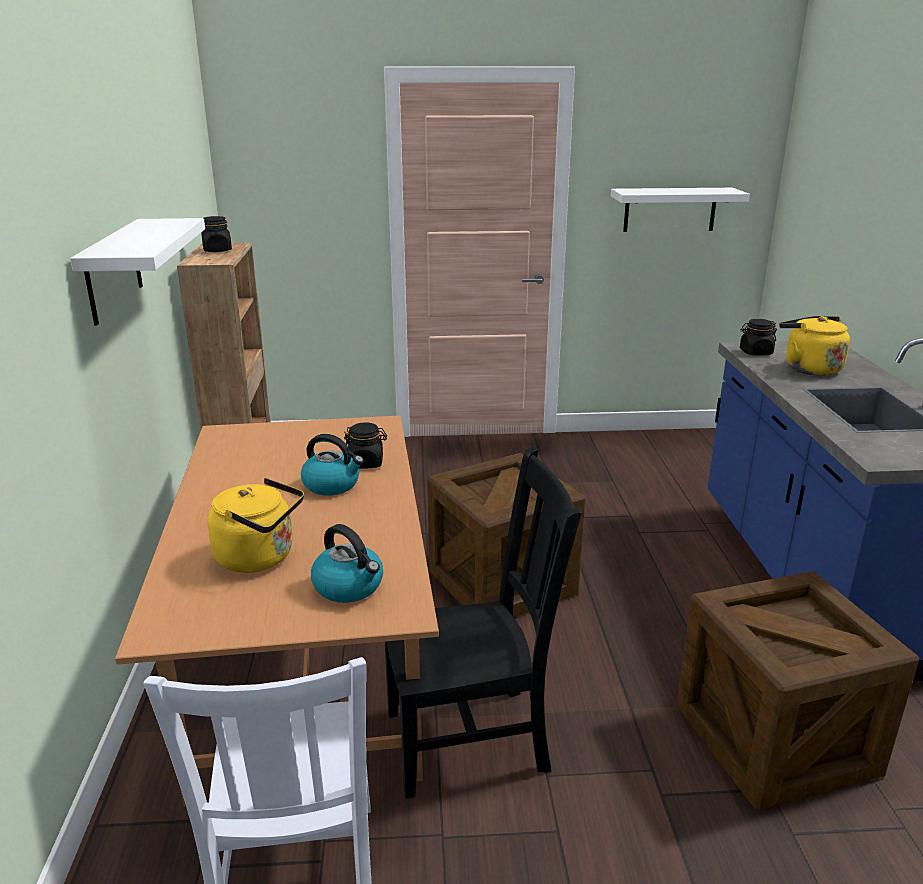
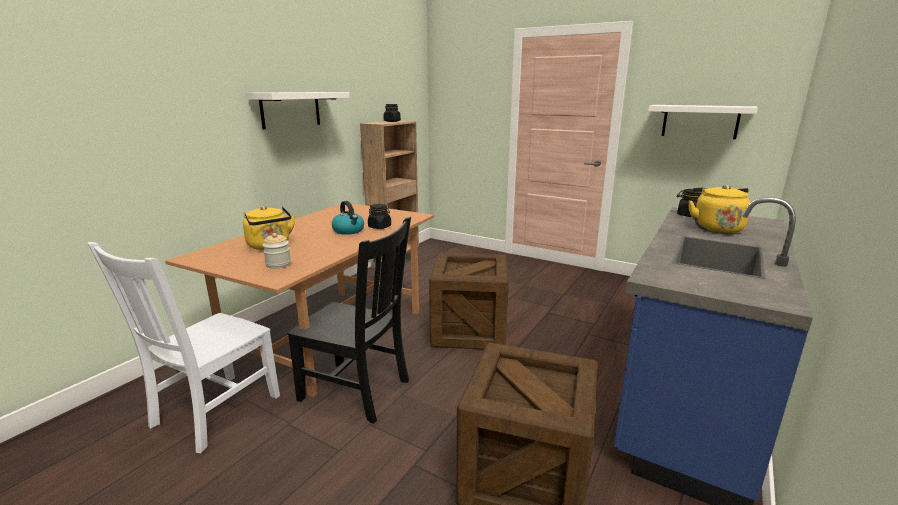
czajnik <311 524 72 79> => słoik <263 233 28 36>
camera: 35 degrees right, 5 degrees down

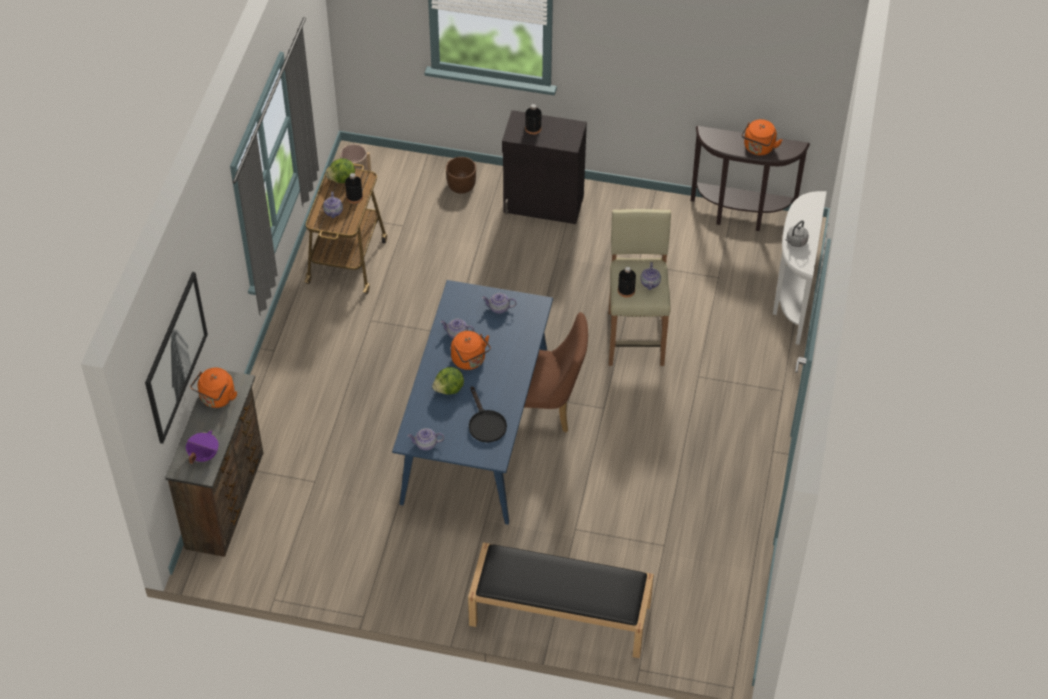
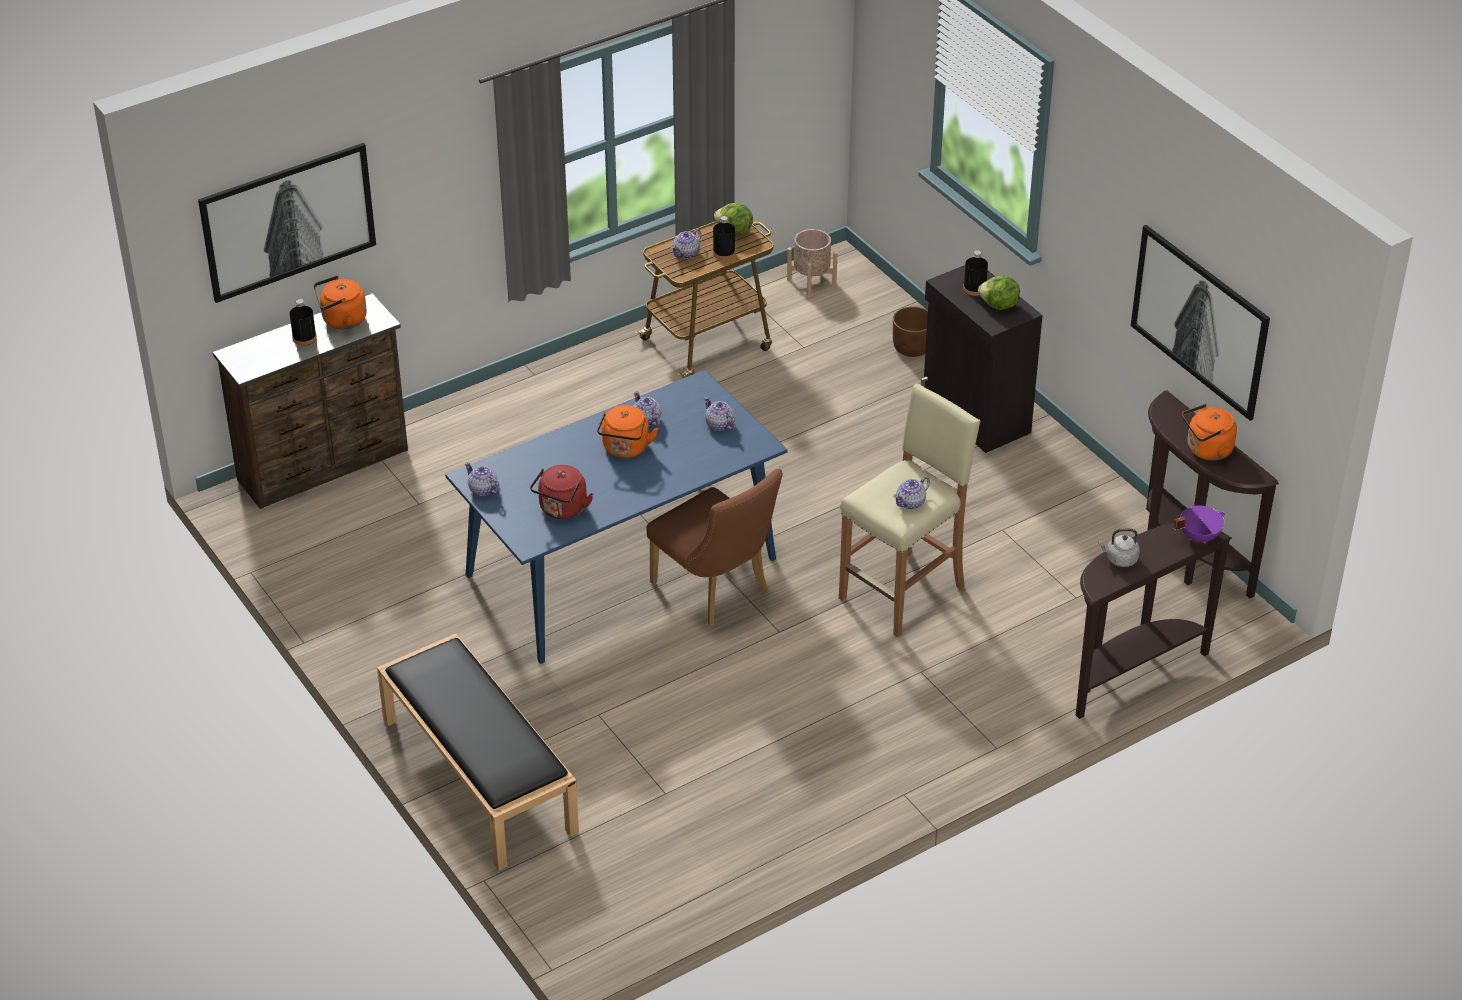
nothing => obraz <1131 225 139 196>
garnek [fioletowy] <186 430 33 34> => garnek [fioletowy] <1173 505 53 38>, moved
sałata <432 367 32 28> => sałata <978 275 42 35>, moved
butelka [czarny] <618 267 18 31> => butelka [czarny] <290 299 27 47>, moved
patelnia [czarny] <469 386 38 56> => czajnik [czerwony] <530 465 63 54>
stolik konsolowy [biały] <773 191 54 154> => stolik konsolowy [brązowy] <1076 523 156 196>
camera: 45 degrees right, 10 degrees down

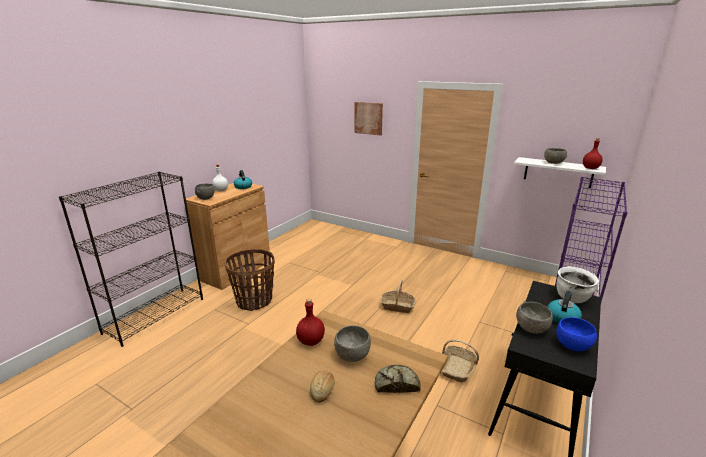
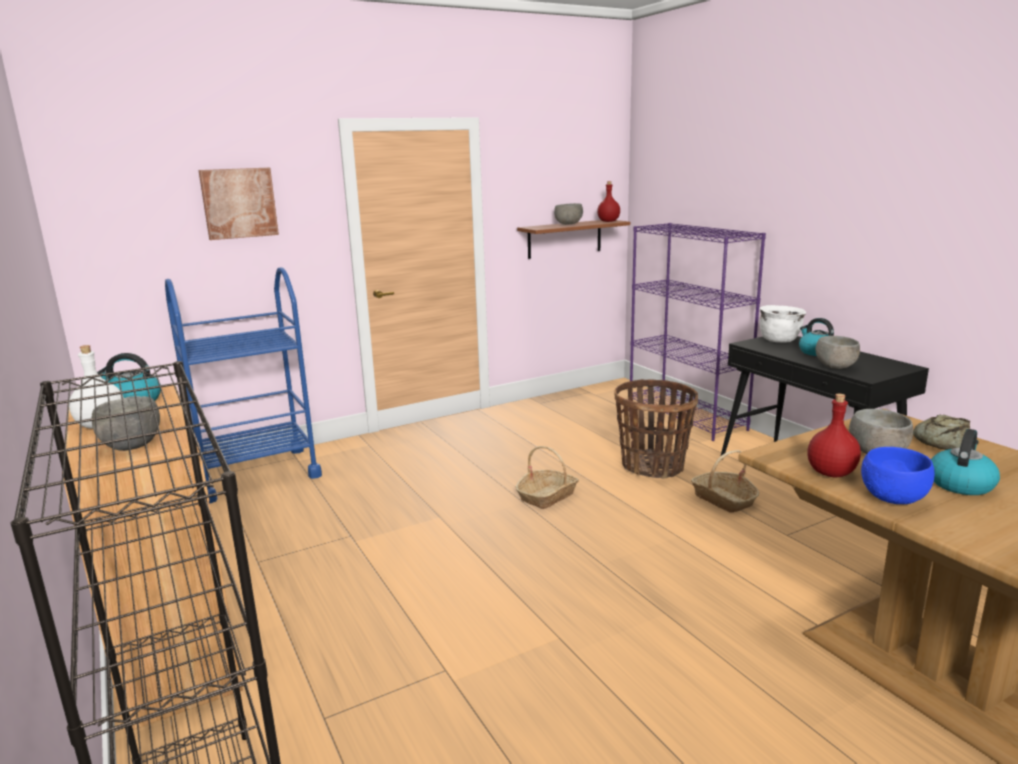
nothing => wózek [niebieski] <165 267 157 237>
koszyk <225 249 50 62> => koszyk <614 379 84 100>, moved
miska [niebieski] <556 317 41 34> => miska [niebieski] <861 447 74 57>, moved
chleb <310 371 25 32> => czajnik <931 429 69 66>
półka [biały] <514 157 92 31> => półka [brązowy] <517 220 113 39>
camera: 60 degrees left, 5 degrees down

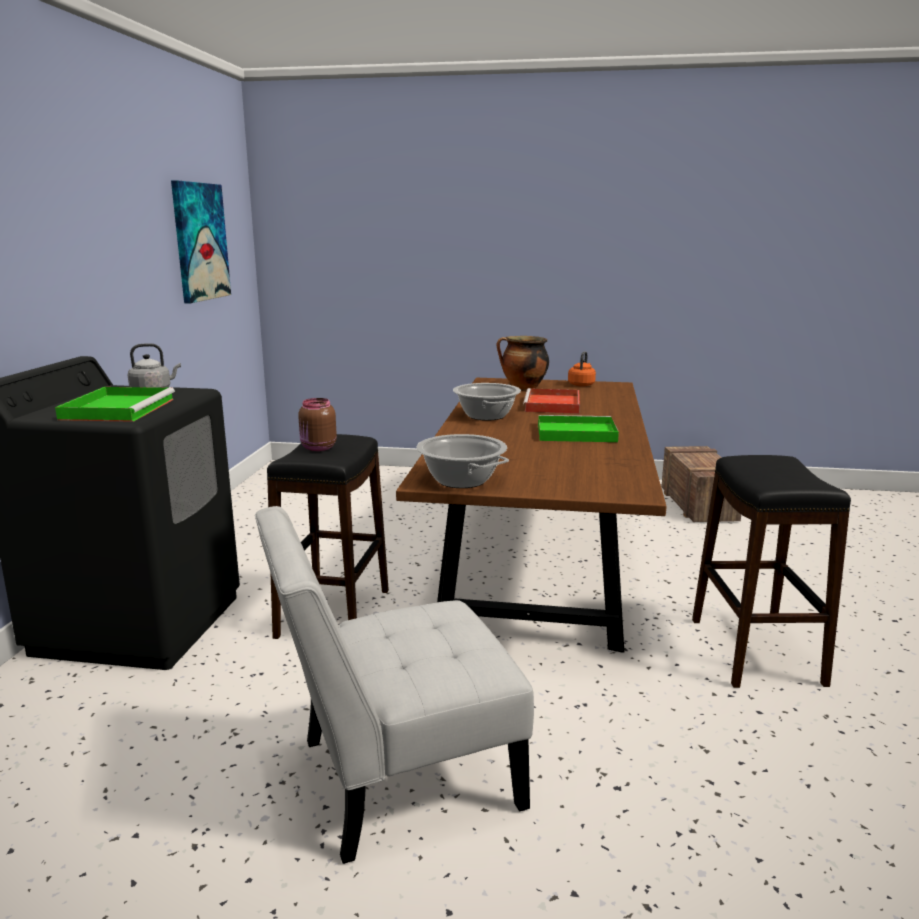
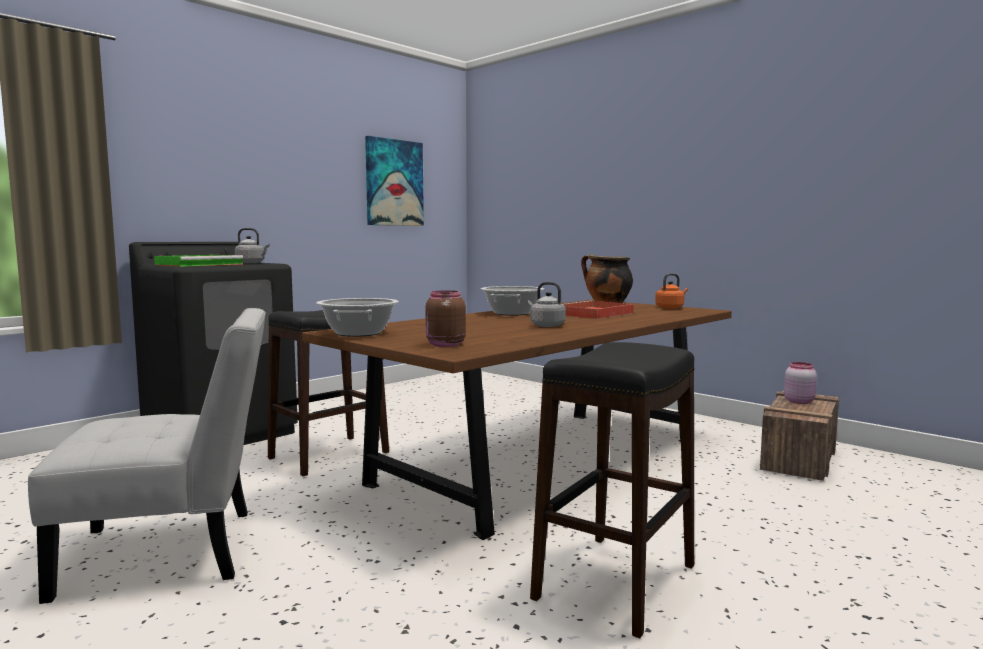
nothing => słoik [różowy] <784 362 33 42>
słoik [brązowy] <298 398 39 53> => słoik [brązowy] <425 291 41 56>, moved
taca [zielony] <538 415 81 27> => czajnik [szary] <526 282 40 45>
krzesło [biały] <255 506 279 358> => krzesło [biały] <28 308 238 296>, 150 degrees clockwise
camera: 35 degrees right, 10 degrees down

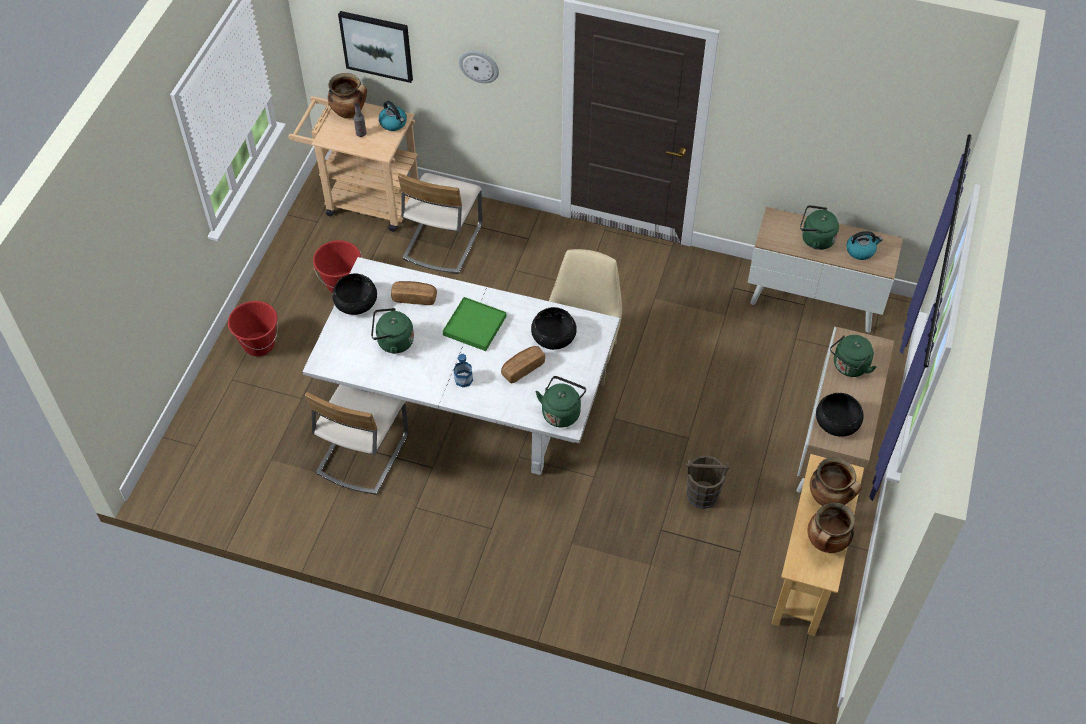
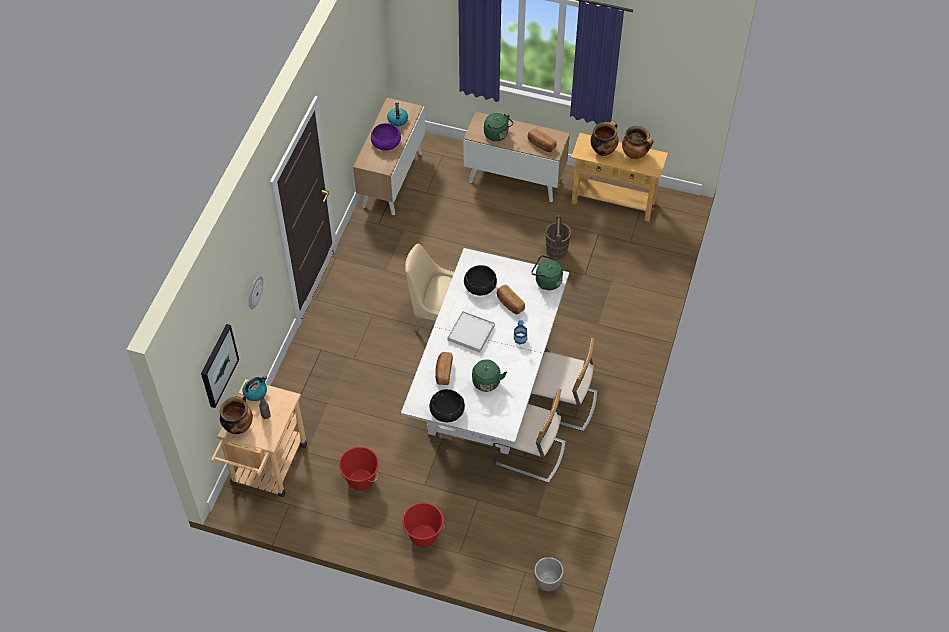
nothing => donica <534 557 30 34>
krzesło [beżowy] <398 173 84 101> => krzesło [beżowy] <529 337 68 95>, moved
czajnik [zielony] <800 205 39 45> => miska [fioletowy] <371 123 30 28>
miska [czarny] <816 393 48 44> => chleb <528 128 29 24>
taca [zielony] <443 297 63 54> => taca [biały] <447 311 48 42>
camera: 90 degrees left, 0 degrees up

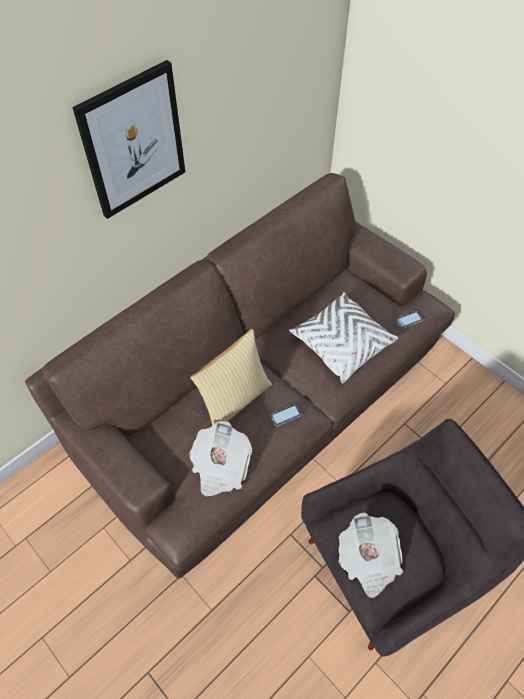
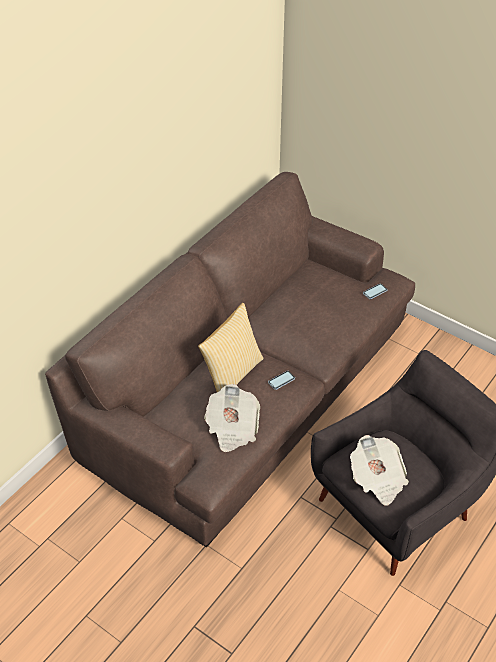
obraz <72 60 113 159> => nothing
poduszka [biały] <289 292 109 92> => nothing
camera: 10 degrees left, 10 degrees down

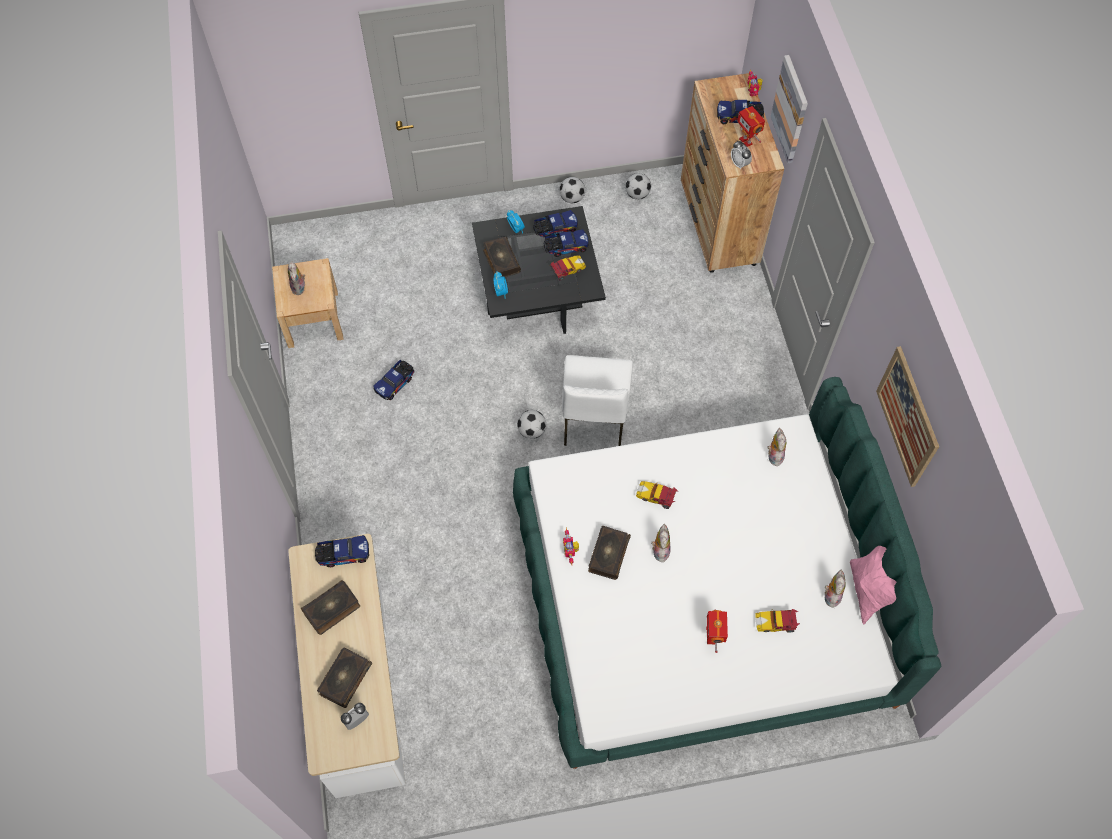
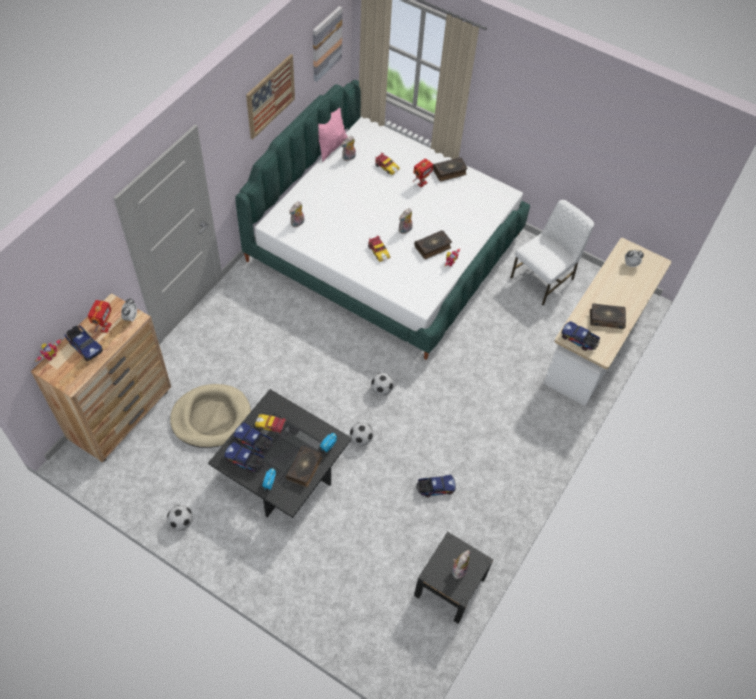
nothing => legowisko [beżowy] <170 384 81 64>
książka <317 648 55 60> => książka <433 157 35 25>, moved
krzesło [biały] <562 355 71 91> => krzesło [biały] <510 200 84 105>, moved
piłka futbolowa <625 173 26 27> => piłka futbolowa <350 422 23 24>, moved
obraz <770 55 38 109> => obraz <313 6 29 76>, moved
szafka nocna [beżowy] <272 258 72 90> => szafka nocna [czarny] <414 532 79 92>
camera: 140 degrees left, 5 degrees down

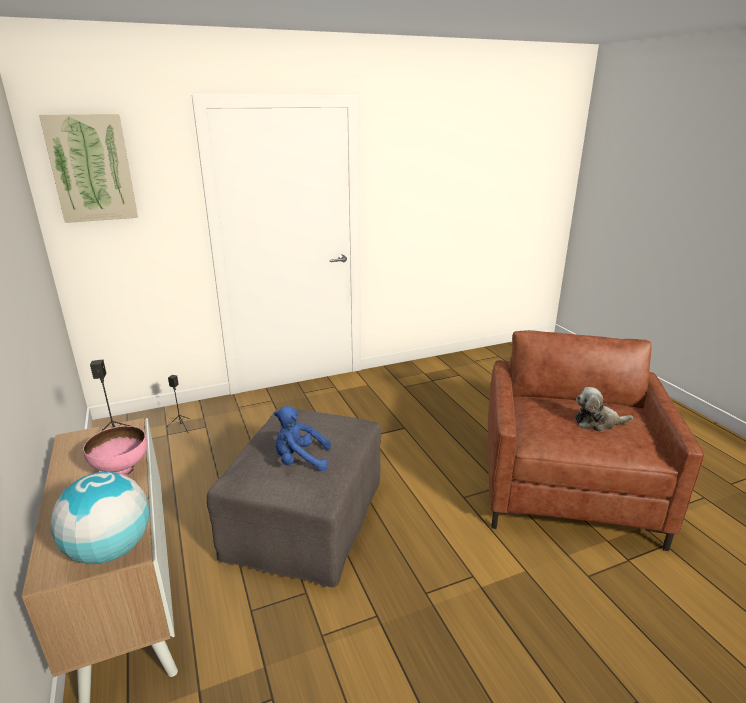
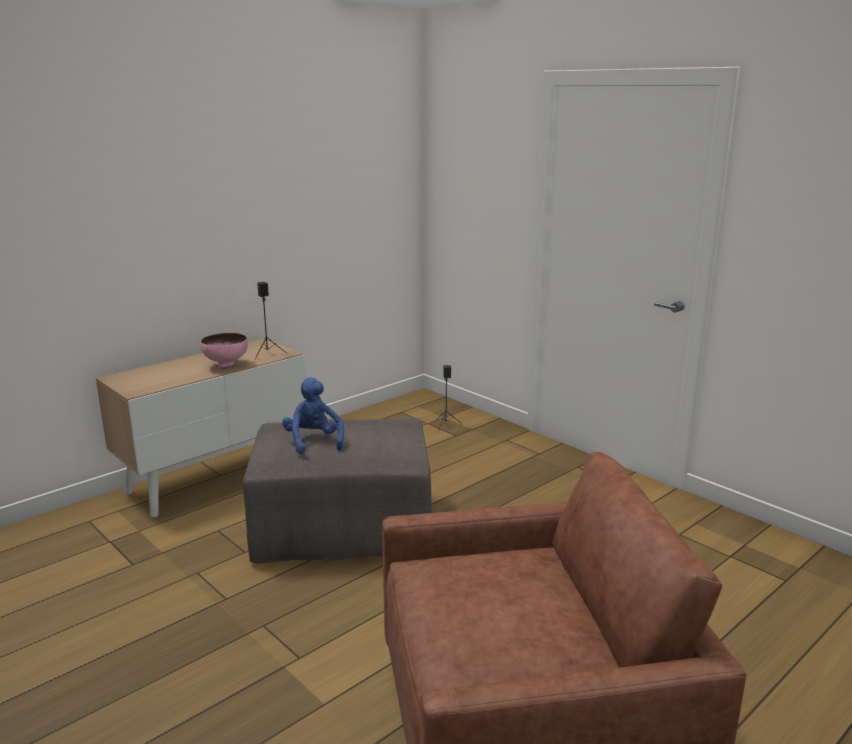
obraz <39 114 99 109> => nothing
globus <50 472 99 92> => nothing
pluszak <575 387 58 45> => nothing
camera: 70 degrees right, 5 degrees down

